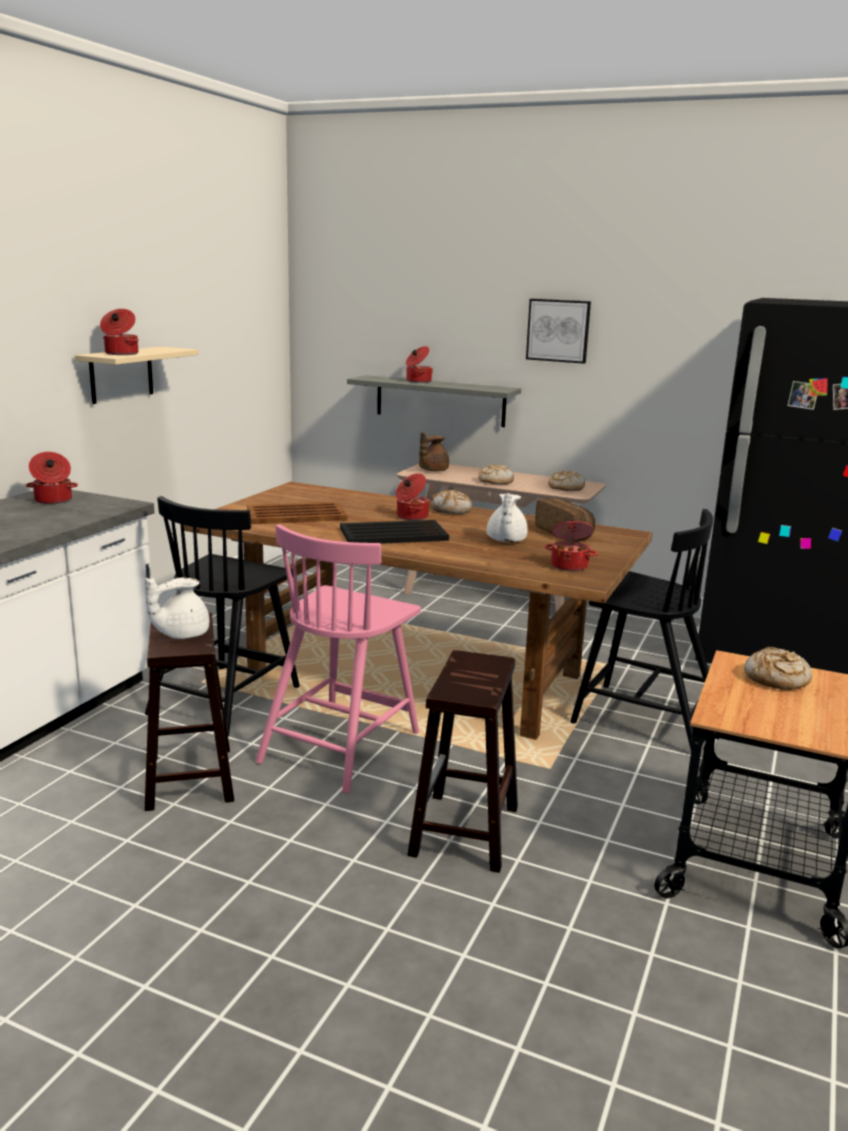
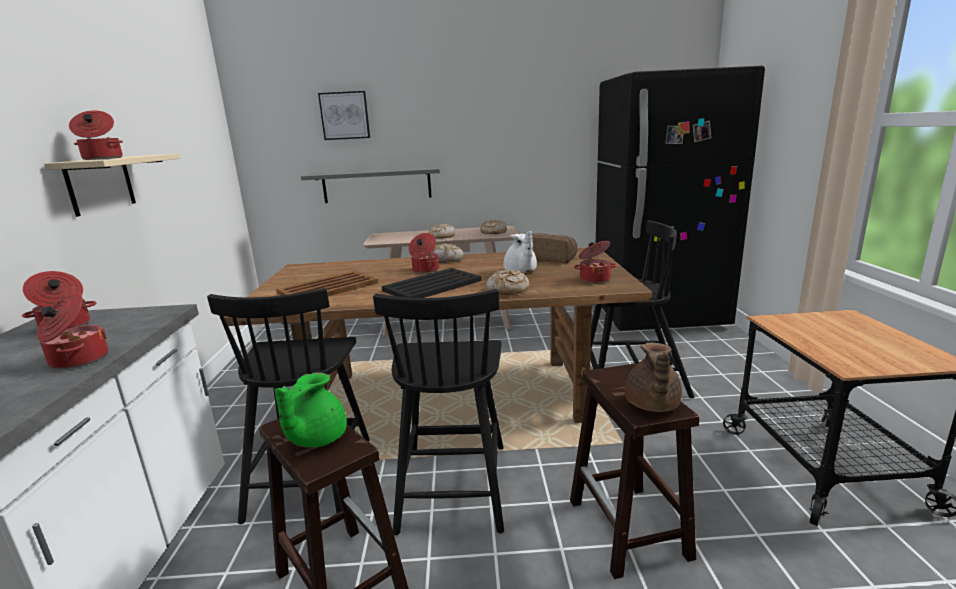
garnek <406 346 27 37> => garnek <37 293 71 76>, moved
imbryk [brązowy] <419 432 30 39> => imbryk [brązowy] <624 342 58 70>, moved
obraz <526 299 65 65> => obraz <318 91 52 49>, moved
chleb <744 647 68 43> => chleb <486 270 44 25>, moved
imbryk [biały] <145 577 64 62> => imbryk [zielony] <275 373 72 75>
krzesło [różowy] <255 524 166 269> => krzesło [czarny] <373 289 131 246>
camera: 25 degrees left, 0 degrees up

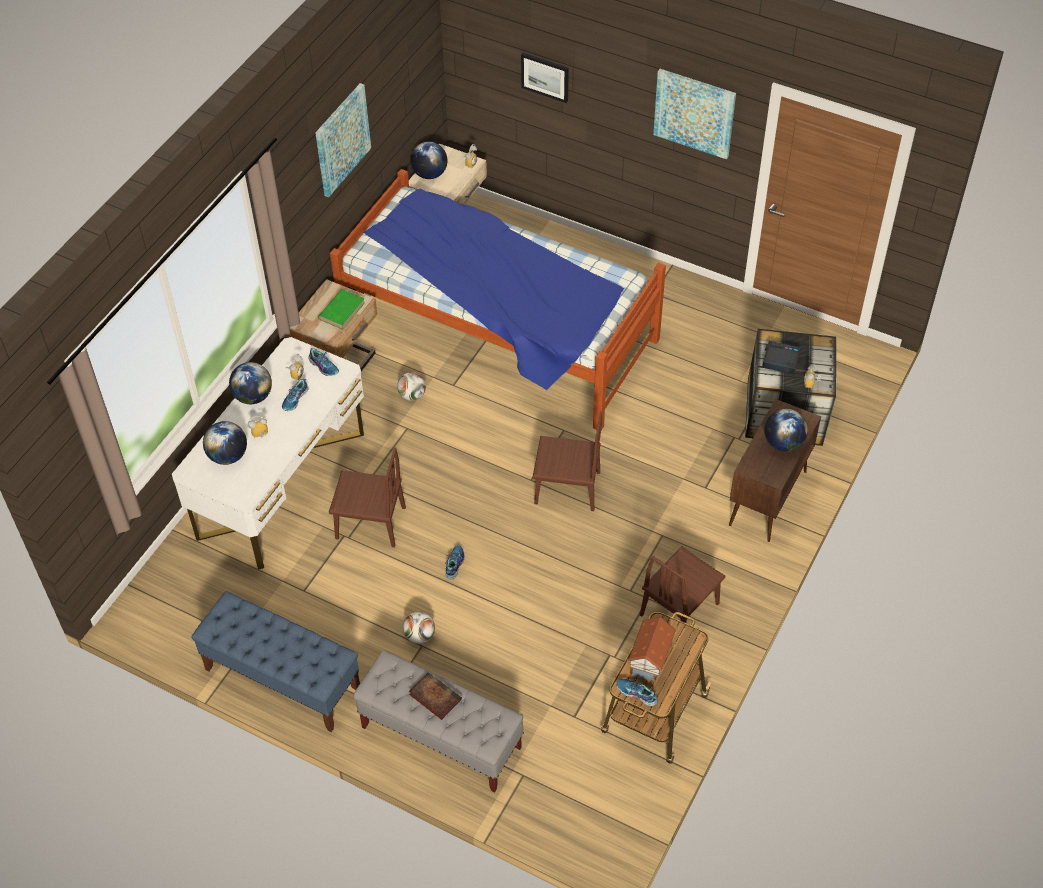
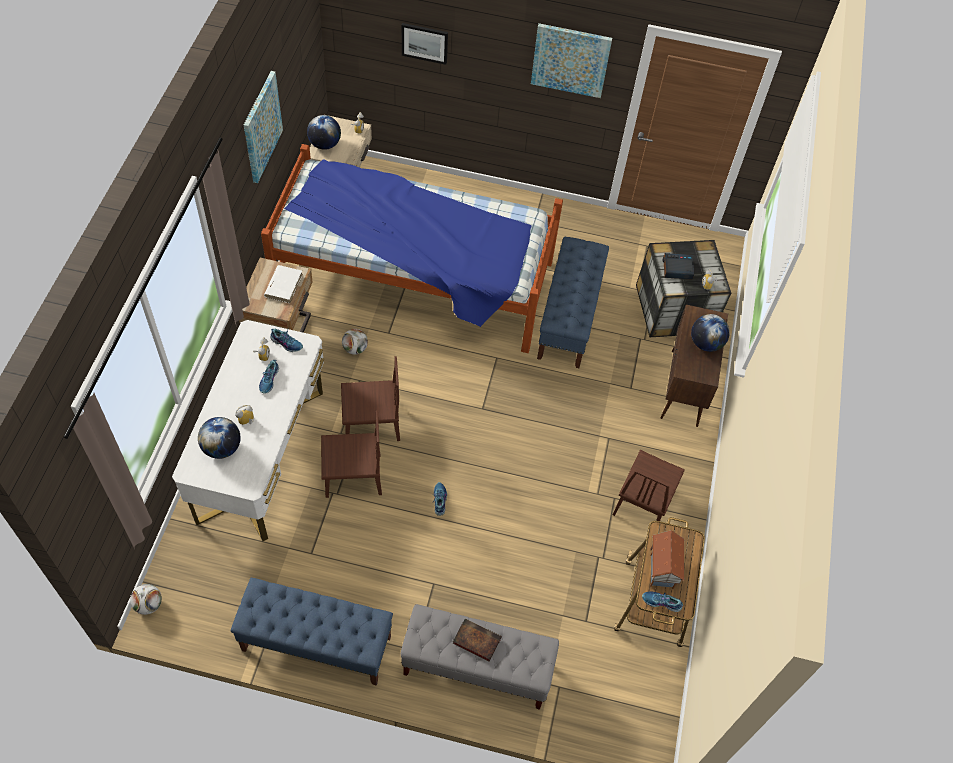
globus <229 362 43 42> => nothing
nothing => ławka [niebieski] <537 237 72 131>
piłka futbolowa <403 611 32 33> => piłka futbolowa <130 584 32 31>, moved
krzesło [brązowy] <533 412 69 99> => krzesło [brązowy] <341 356 59 85>, moved
książka [zielony] <318 289 47 41> => książka [biały] <264 265 39 38>
camera: 20 degrees left, 5 degrees up

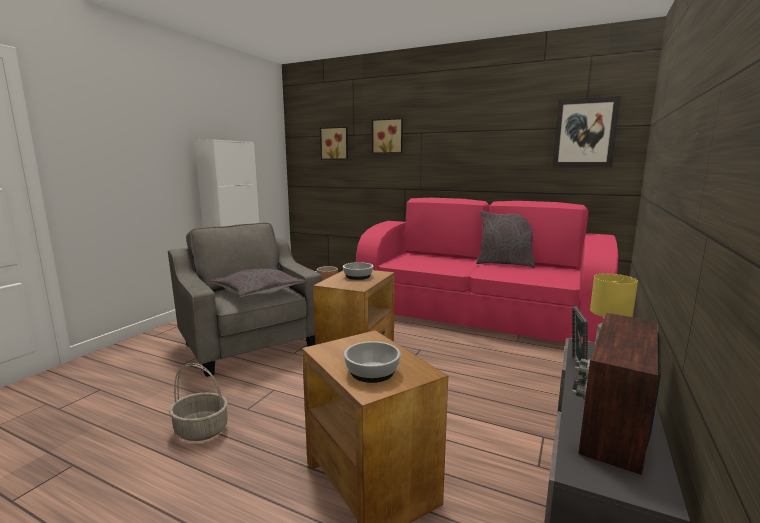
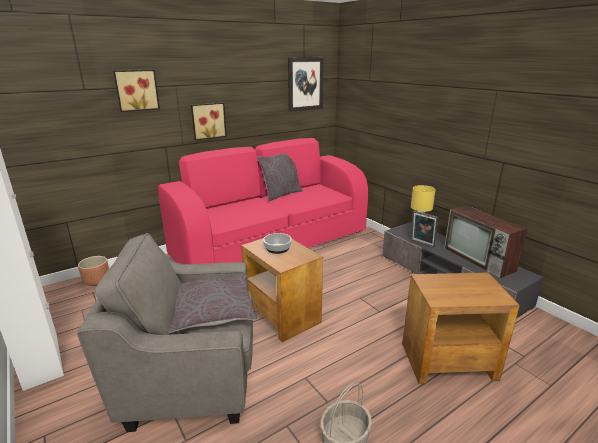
miska <344 341 57 42> => nothing
obraz <320 127 28 33> => obraz <191 103 36 37>, moved
camera: 60 degrees left, 10 degrees up

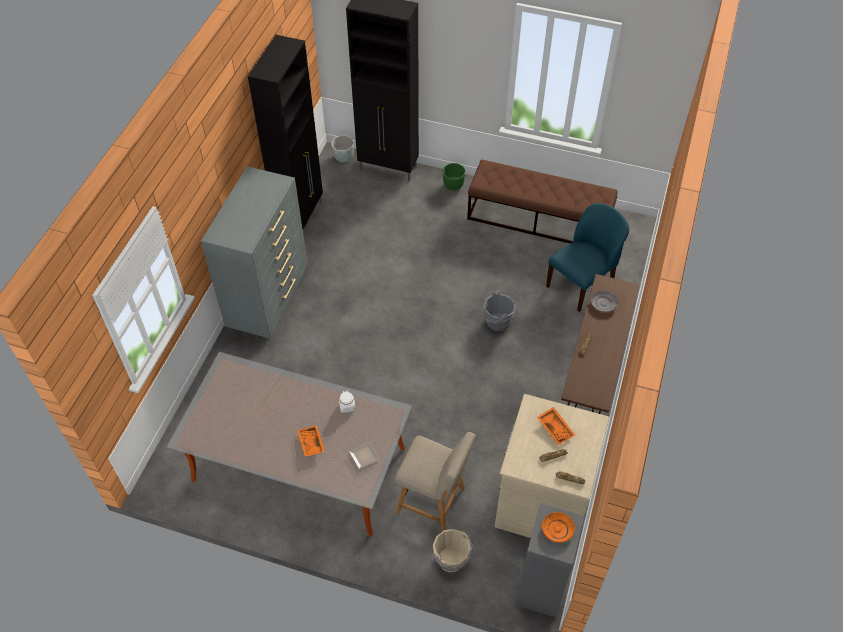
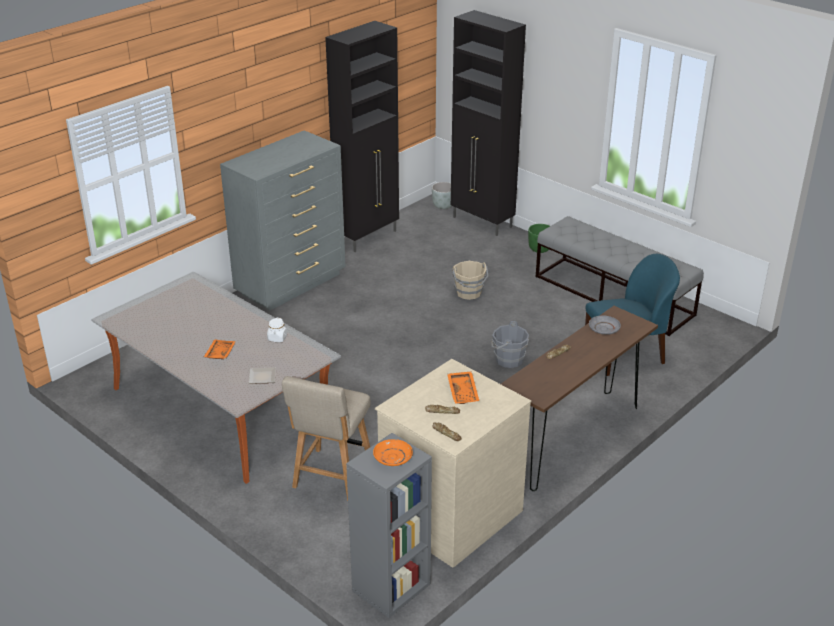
wiadro [beżowy] <433 529 40 43> => wiadro [beżowy] <453 261 36 39>, moved
ławka [brązowy] <467 160 150 84> => ławka [szary] <536 216 168 120>
krzesło [beżowy] <395 432 81 100> => krzesło [beżowy] <282 376 89 125>, 60 degrees clockwise
camera: 25 degrees right, 20 degrees down

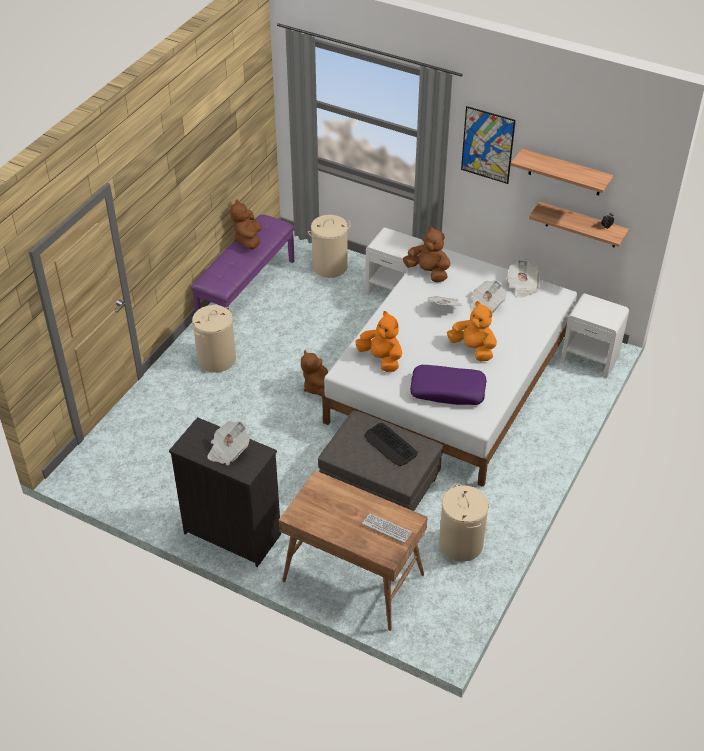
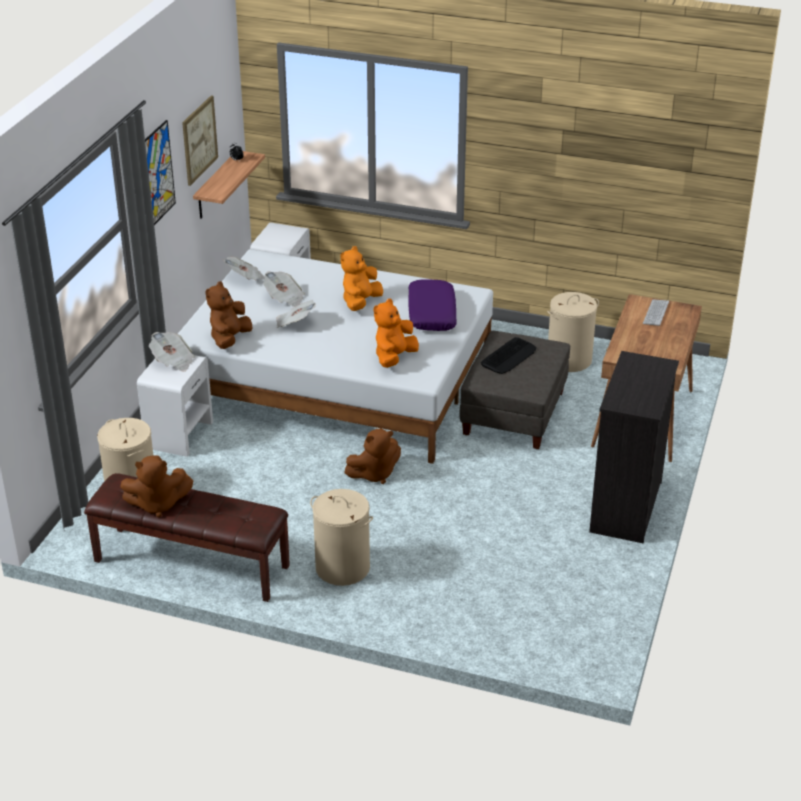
gazeta <207 421 43 44> => gazeta <149 332 46 40>, moved
półka <511 148 102 47> => obraz <182 95 36 91>
ławka [fioletowy] <191 215 103 97> => ławka [brązowy] <84 473 206 129>
camera: 100 degrees left, 10 degrees down

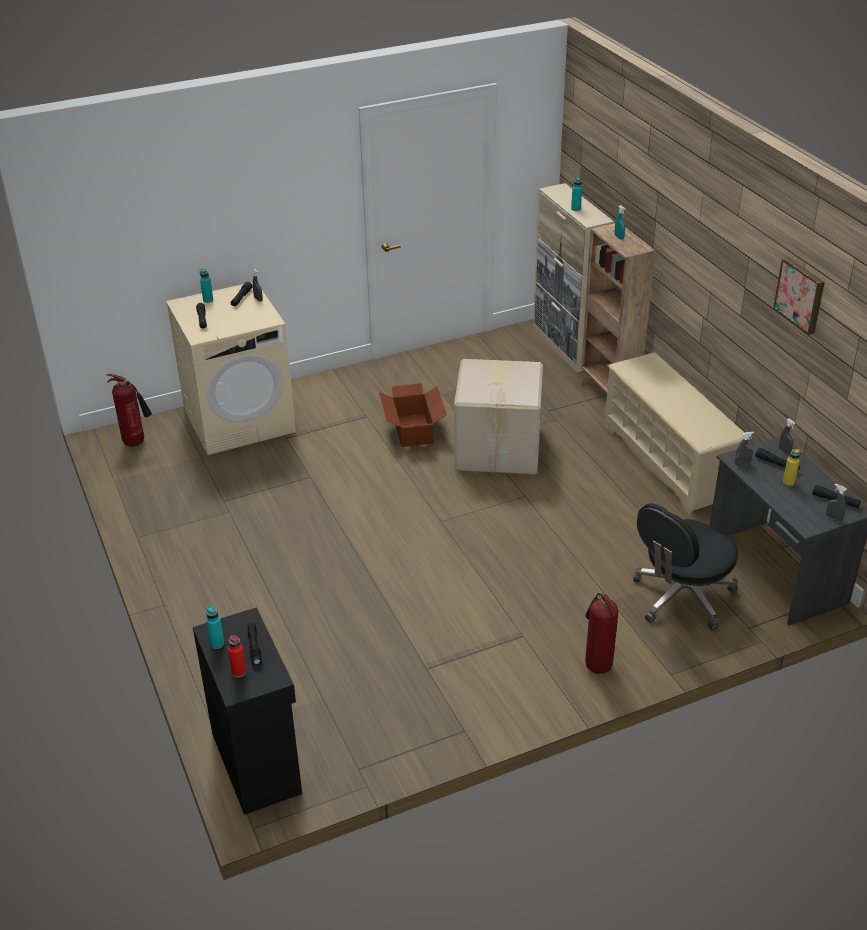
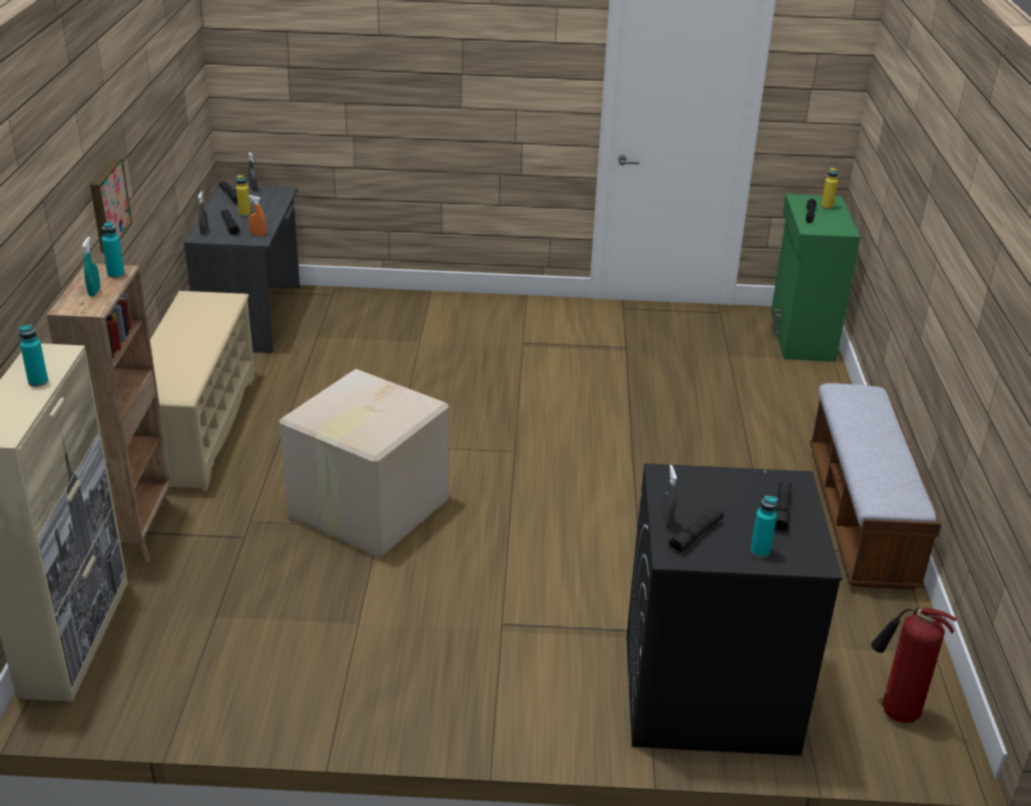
karton <379 383 68 64> => nothing
gaśnica <585 593 33 81> => nothing
krzesło biurowe [czarny] <633 503 105 128> => nothing
nothing => ławka <810 383 131 207>
butelka [turkusowy] <206 606 19 43> => butelka [turkusowy] <102 221 23 57>, moved
obraz <773 257 52 78> => obraz <90 157 42 96>, moved
pralka [beżowy] <166 282 130 173> => pralka [czarny] <626 463 217 293>
szafka [czarny] <193 607 109 208> => szafka [zielony] <771 194 90 168>
butelka [czerwony] <228 635 18 43> => butelka [żółty] <821 167 17 43>
spryskiwacz [szary] <735 432 19 34> => spryskiwacz [pomarańczowy] <248 195 18 41>
camera: 155 degrees left, 5 degrees down

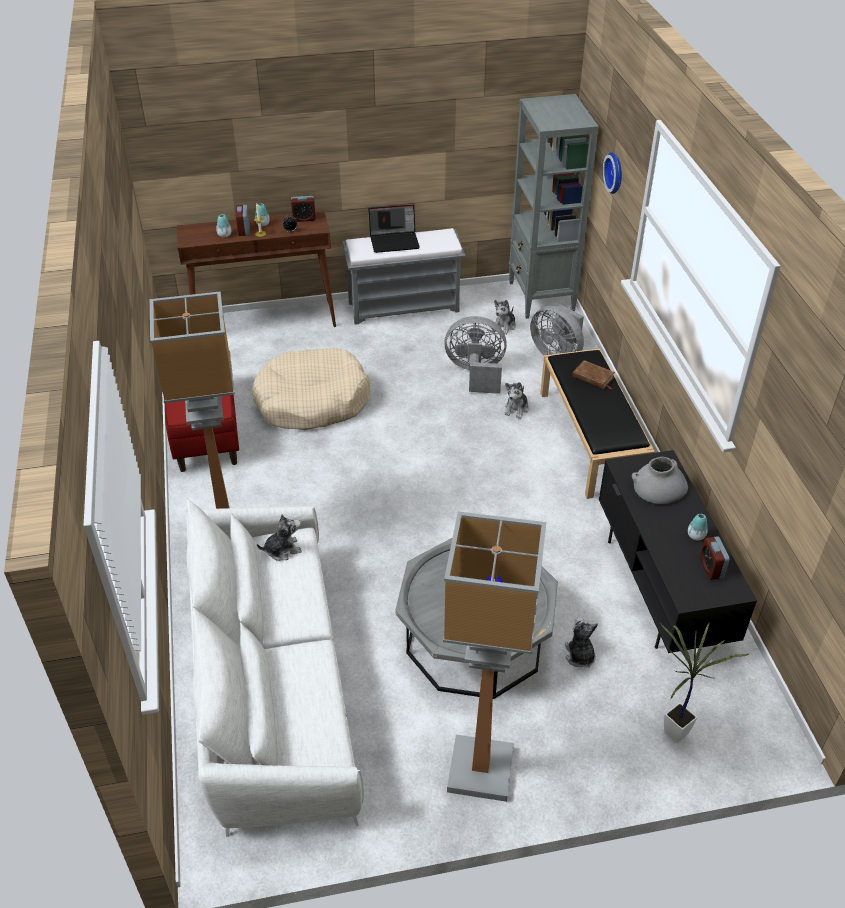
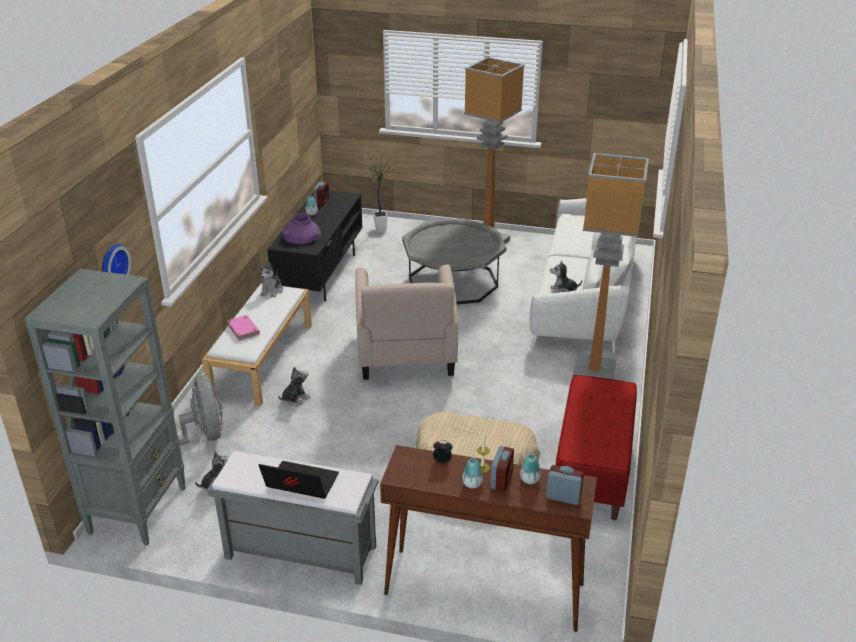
wentylator [szary] <444 316 63 78> => nothing
nothing => fotel [beżowy] <355 265 103 115>
budzik <291 196 25 26> => budzik <546 465 38 40>, moved
pluszak <565 617 33 51> => pluszak <257 263 26 35>, moved
ławka [czarny] <540 348 115 151> => ławka [biały] <202 283 110 123>
książka [brązowy] <572 360 43 29> => książka [różowy] <228 315 32 26>
wazon [szary] <632 457 56 47> => wazon [fioletowy] <282 213 39 31>
camera: 155 degrees left, 10 degrees down

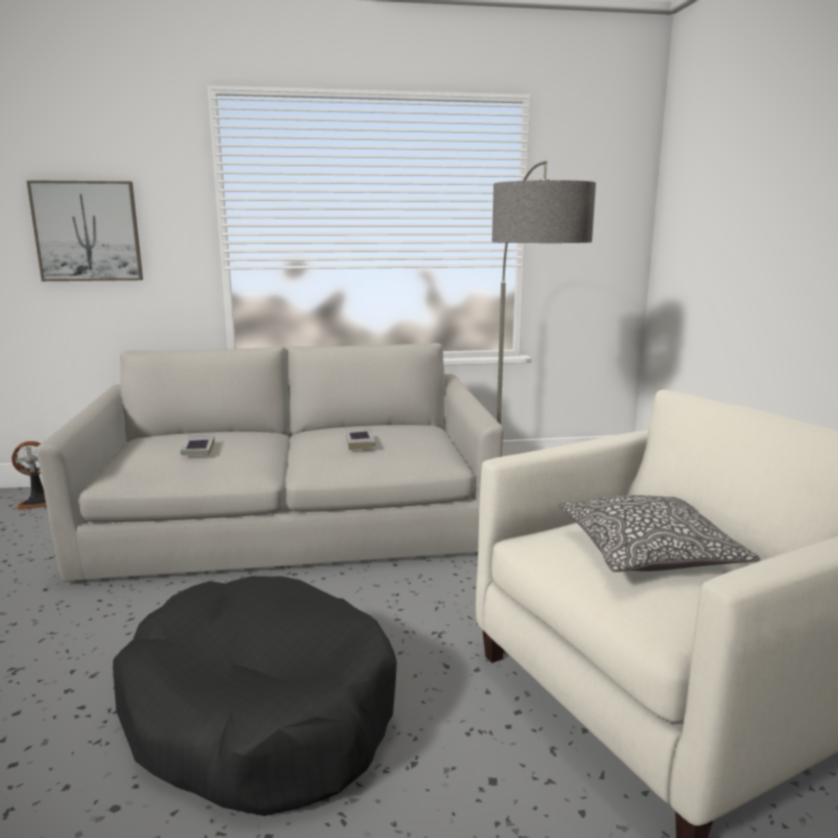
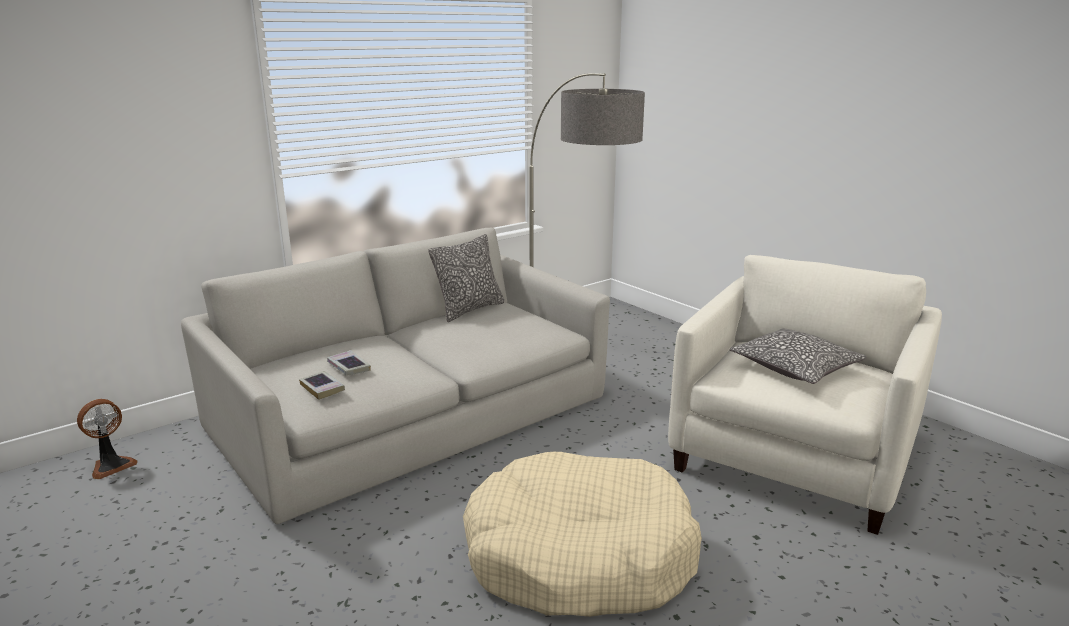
obraz <26 180 117 101> => nothing
nothing => poduszka <428 234 77 88>
książka <346 430 30 20> => książka <299 371 46 29>, moved
legowisko [czarny] <113 576 284 240> => legowisko [beżowy] <463 452 239 165>
camera: 30 degrees left, 5 degrees up

